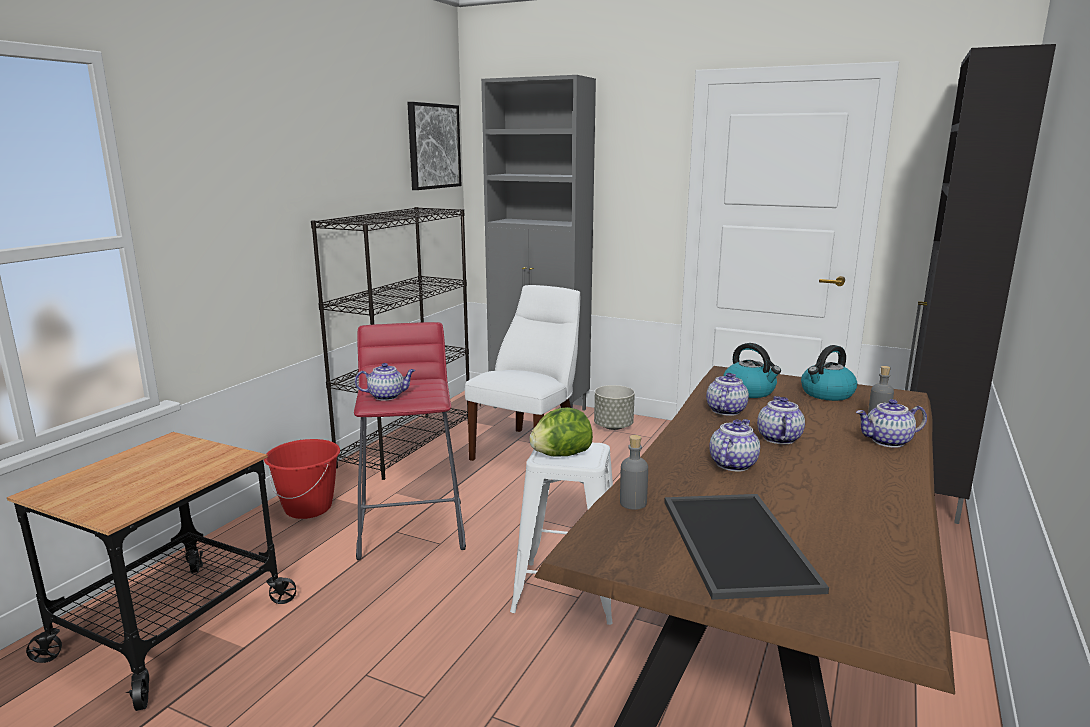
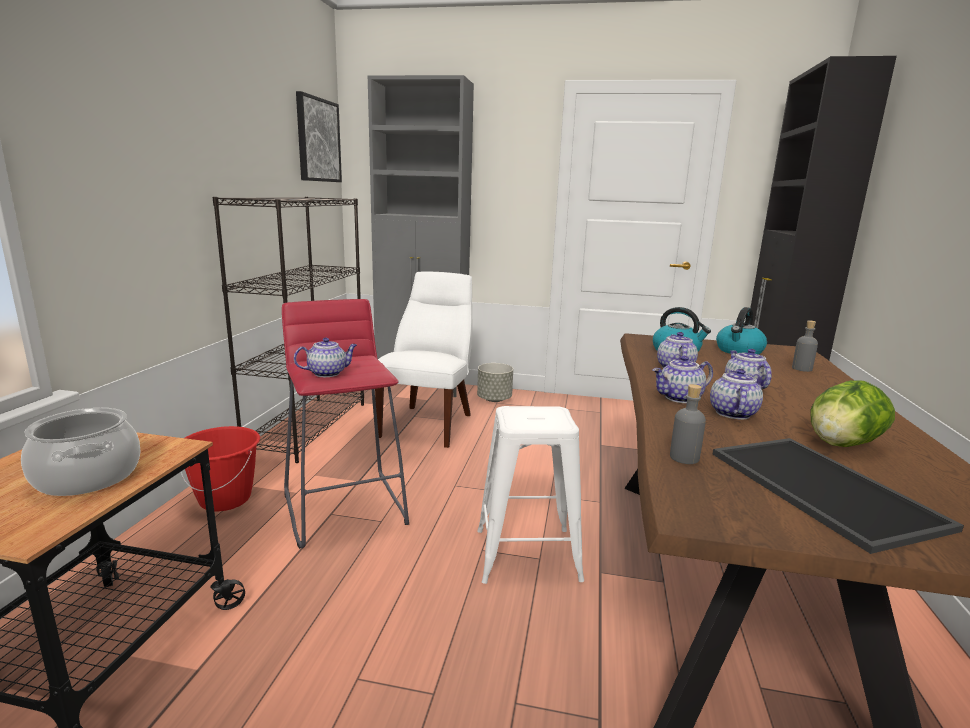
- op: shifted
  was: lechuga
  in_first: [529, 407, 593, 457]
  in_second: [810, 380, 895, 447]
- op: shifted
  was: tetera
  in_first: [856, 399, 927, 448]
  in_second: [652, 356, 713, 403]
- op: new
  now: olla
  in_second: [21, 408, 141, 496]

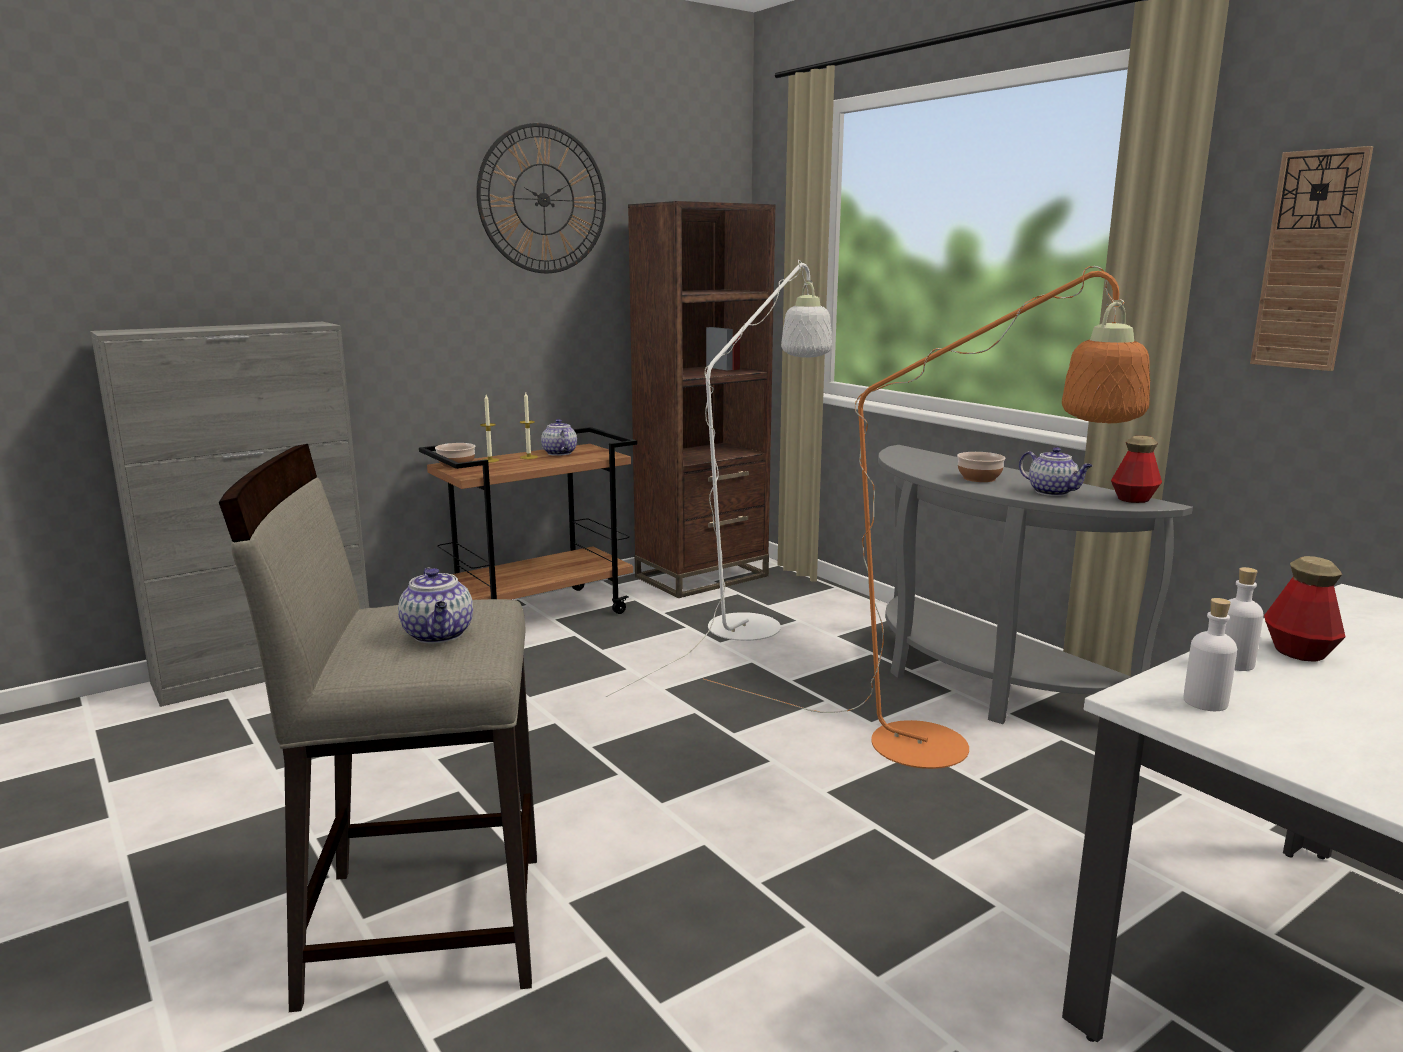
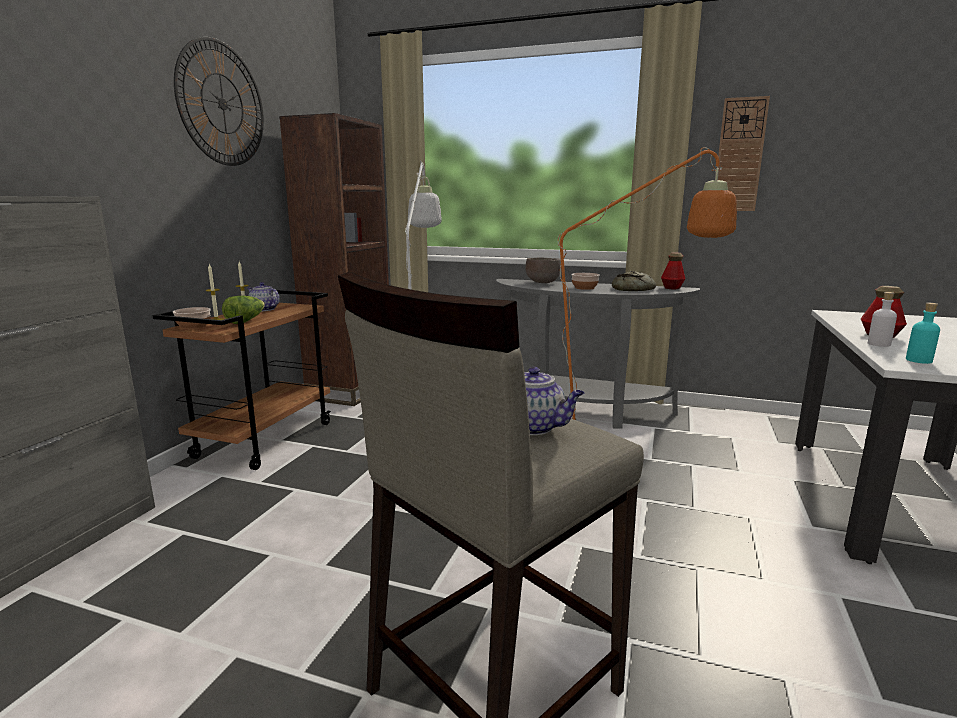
- op: swapped
  was: tetera
  now: pan
  in_first: [1019, 447, 1093, 496]
  in_second: [612, 271, 656, 291]
- op: repainted
  was: botella (blanco)
  now: botella (turquesa)
  in_first: [1183, 598, 1237, 711]
  in_second: [906, 303, 940, 364]
- op: new
  now: lechuga
  in_second: [222, 296, 265, 324]
- op: new
  now: cuenco (marrón)
  in_second: [525, 257, 561, 283]

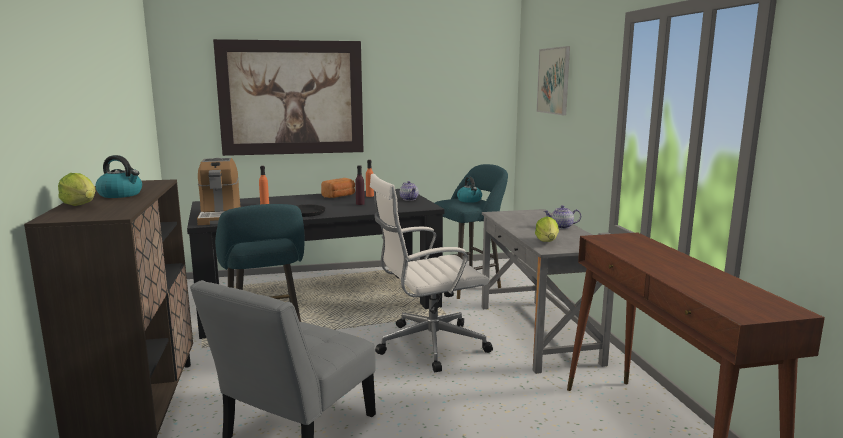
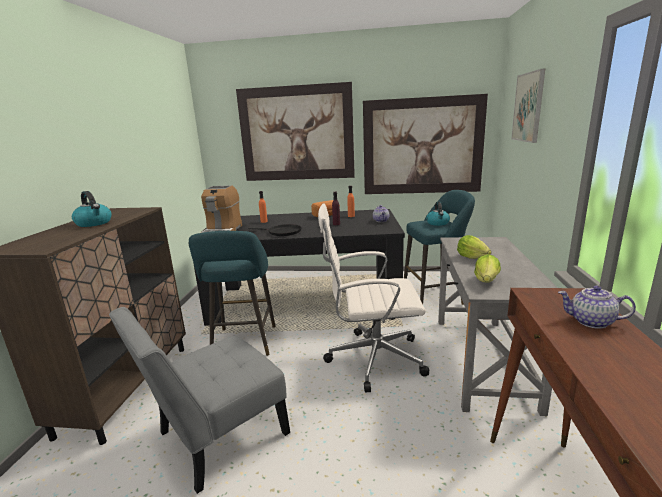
- op: shifted
  was: lechuga
  in_first: [58, 173, 95, 206]
  in_second: [457, 235, 491, 259]
- op: shifted
  was: tetera
  in_first: [544, 205, 581, 229]
  in_second: [558, 286, 636, 329]
- op: new
  now: cuadro
  in_second: [363, 94, 488, 194]

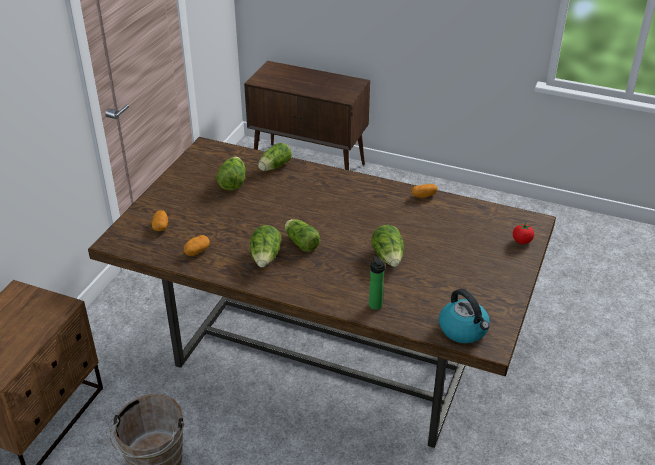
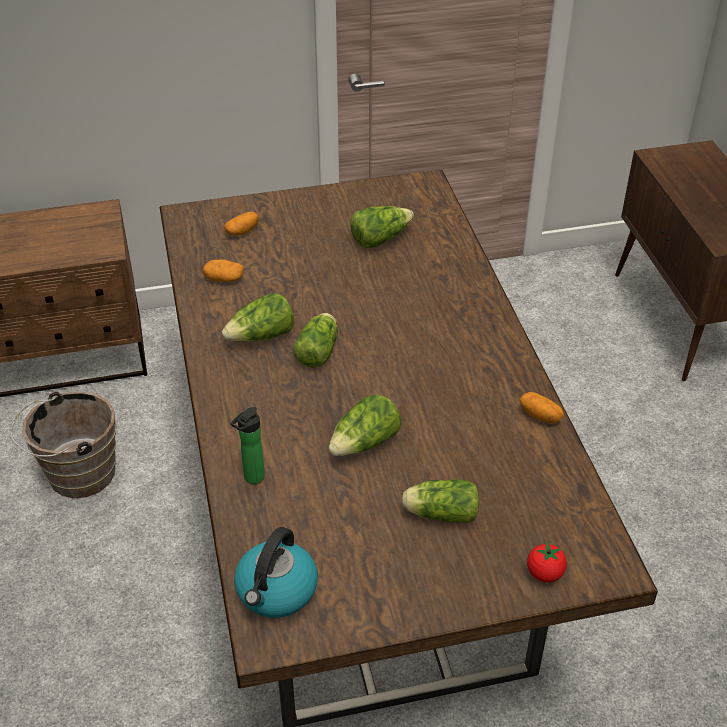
- op: shifted
  was: lechuga
  in_first: [258, 143, 292, 171]
  in_second: [402, 479, 479, 523]

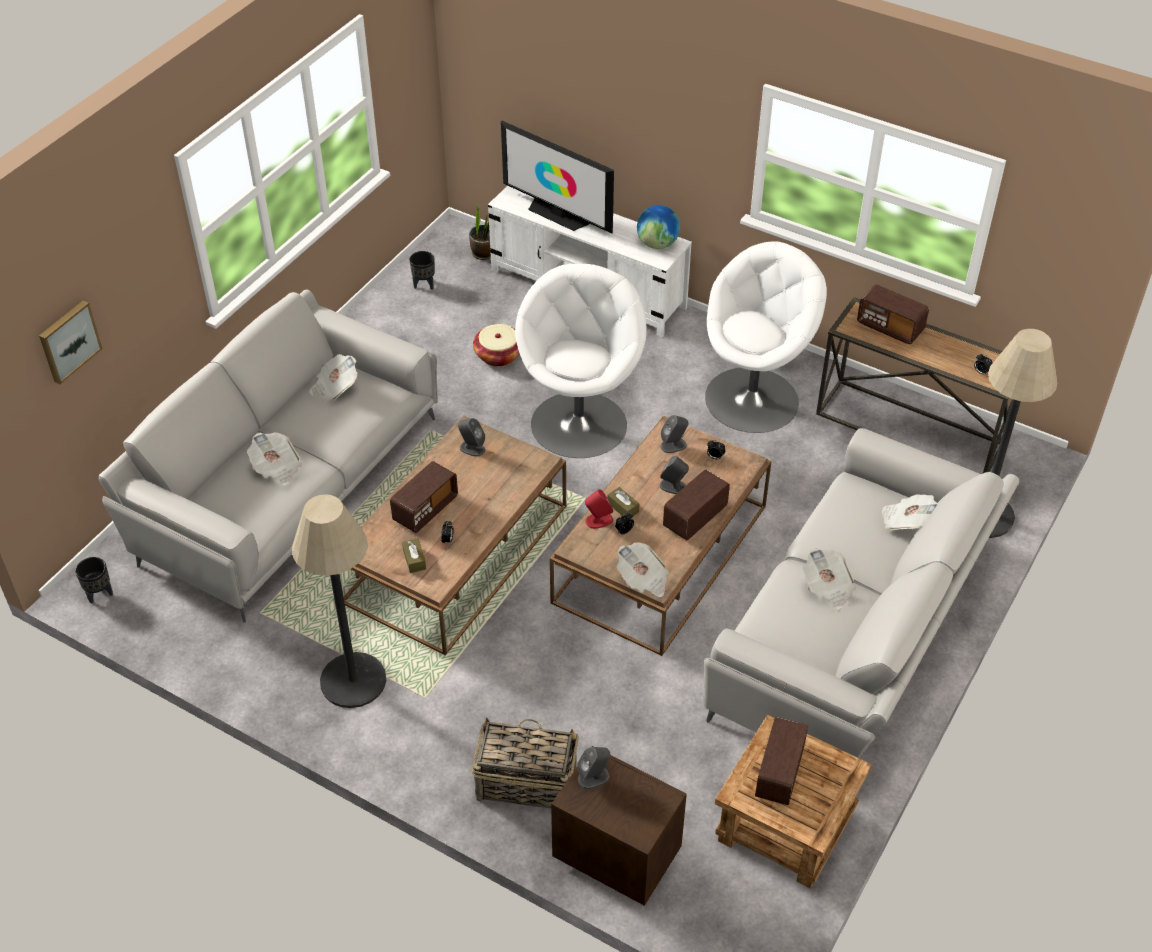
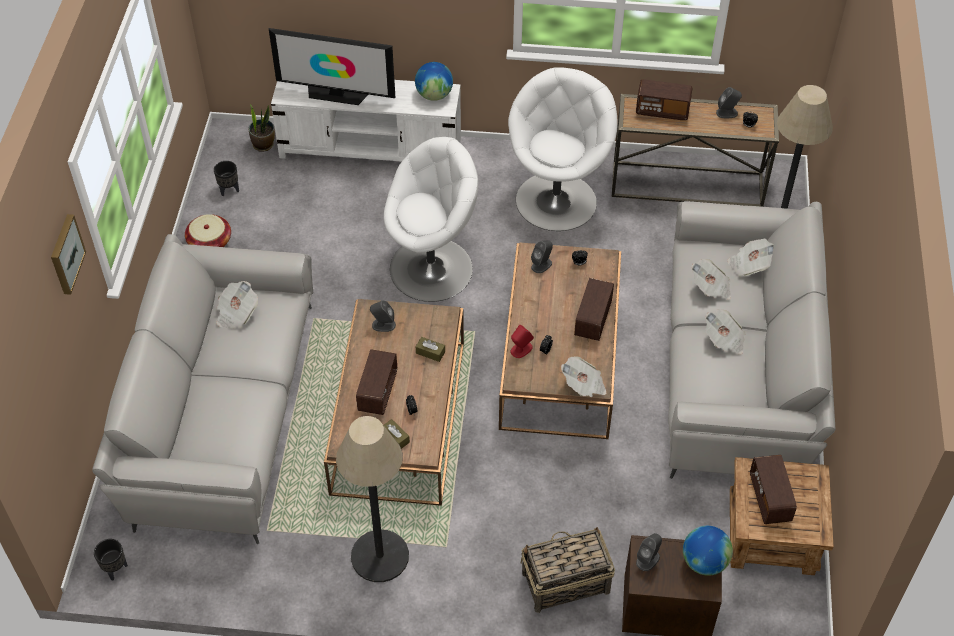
- op: shifted
  was: cuadro
  in_first: [39, 300, 102, 384]
  in_second: [51, 214, 86, 295]
- op: shifted
  was: periódico
  in_first: [247, 432, 302, 486]
  in_second: [691, 259, 731, 300]
- op: shifted
  was: cesta
  in_first: [473, 324, 520, 366]
  in_second: [185, 214, 231, 247]
- op: rotated
  was: sillón (blanco)
  in_first: [515, 264, 647, 458]
  in_second: [384, 137, 478, 302]
  clockwise: 75
- op: shifted
  was: caja de pañuelos (marrón)
  in_first: [607, 487, 640, 516]
  in_second: [416, 337, 445, 362]
- op: shifted
  was: altavoz (gris)
  in_first: [660, 455, 689, 494]
  in_second: [716, 87, 742, 118]
- op: new
  now: globo terráqueo
  in_second: [683, 526, 733, 576]

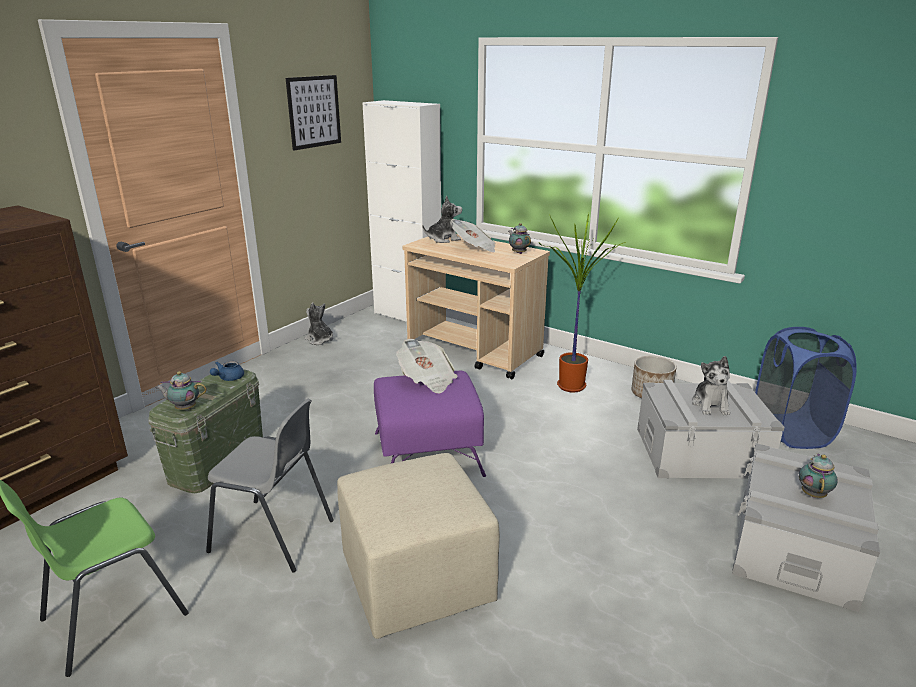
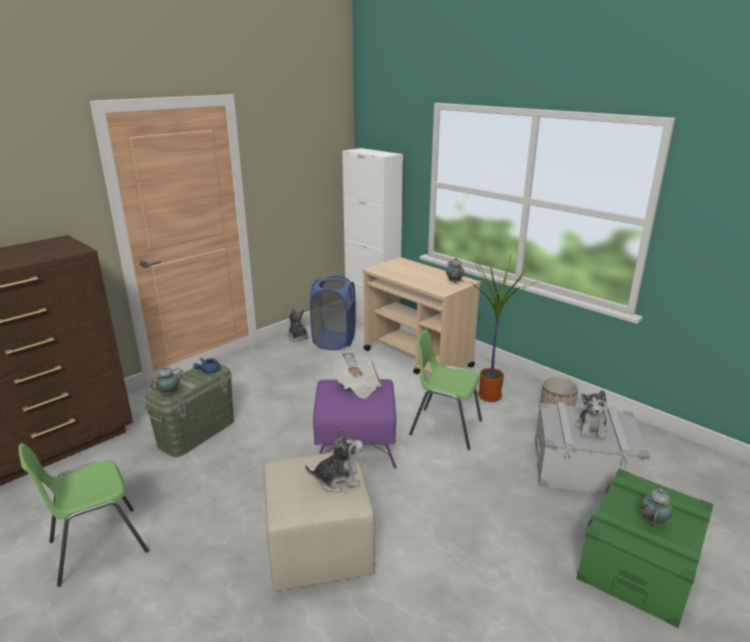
- op: rotated
  was: tetera
  in_first: [155, 371, 207, 410]
  in_second: [150, 366, 184, 395]
  clockwise: 120
- op: gone
  was: silla (gris)
  in_first: [206, 399, 334, 572]
- op: gone
  was: cuadro
  in_first: [286, 75, 341, 150]
- op: shifted
  was: peluche
  in_first: [422, 196, 462, 243]
  in_second: [305, 428, 363, 492]
- op: gone
  was: periódico
  in_first: [451, 219, 496, 253]
- op: repainted
  was: caja de almacenaje (gris)
  now: caja de almacenaje (verde)
  in_first: [732, 443, 880, 612]
  in_second: [576, 469, 713, 628]
- op: shifted
  was: cesto de la ropa (azul)
  in_first: [755, 327, 857, 449]
  in_second: [310, 276, 356, 350]
- op: new
  now: silla (verde)
  in_second: [409, 330, 482, 450]

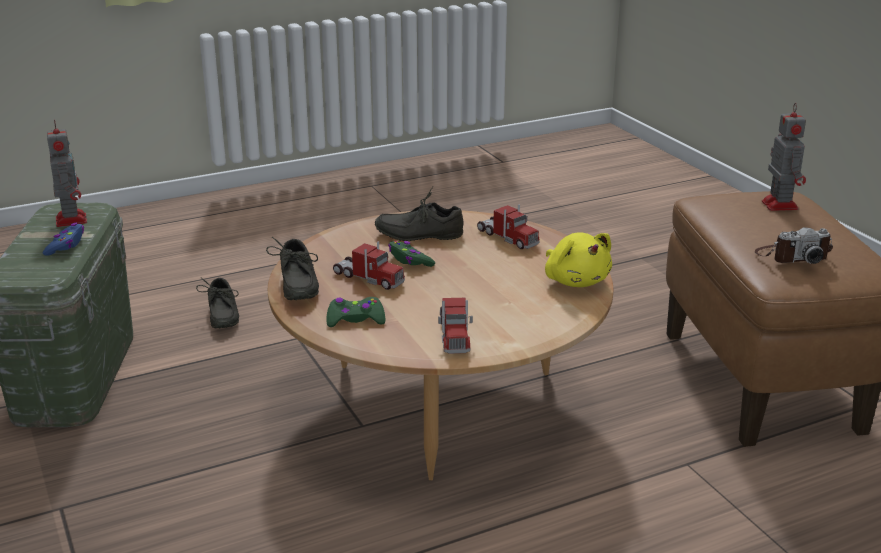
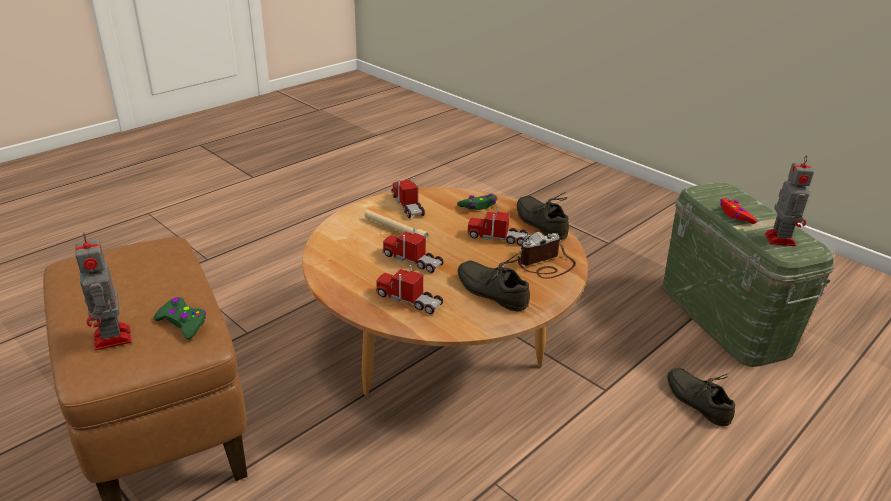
- op: repainted
  was: mando de consola (azul)
  now: mando de consola (rojo)
  in_first: [43, 223, 84, 256]
  in_second: [720, 198, 757, 224]
- op: rotated
  was: robot de juguete
  in_first: [47, 120, 87, 227]
  in_second: [765, 155, 814, 246]
  clockwise: -135
- op: rotated
  was: zapato (gris)
  in_first: [375, 187, 464, 241]
  in_second: [457, 254, 530, 312]
  clockwise: -120
- op: shifted
  was: mando de consola (verde)
  in_first: [388, 241, 435, 267]
  in_second: [154, 297, 206, 340]
- op: gone
  was: peluche (amarillo)
  in_first: [545, 232, 612, 287]
- op: shifted
  was: cámara
  in_first: [755, 227, 833, 264]
  in_second: [517, 232, 576, 279]
- op: new
  now: linterna (beis)
  in_second: [365, 210, 428, 241]
- op: new
  now: camión de juguete
  in_second: [382, 227, 444, 273]

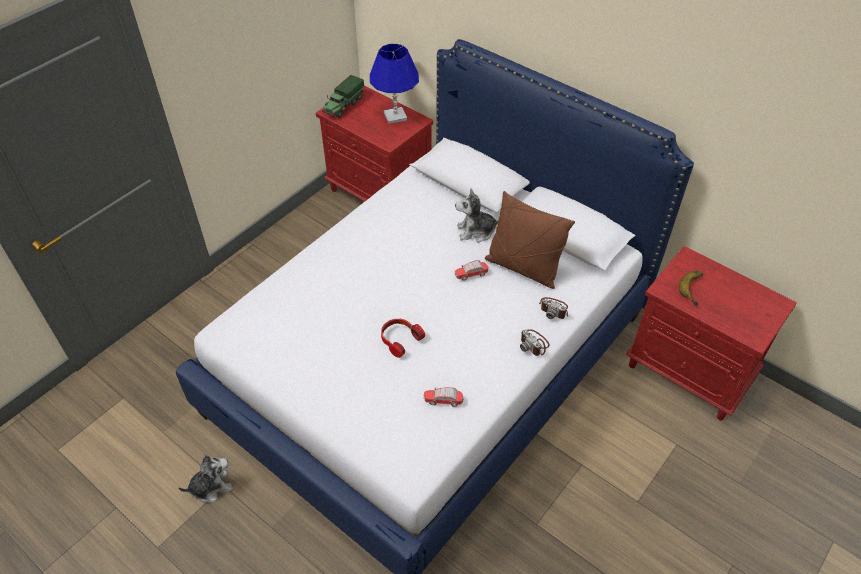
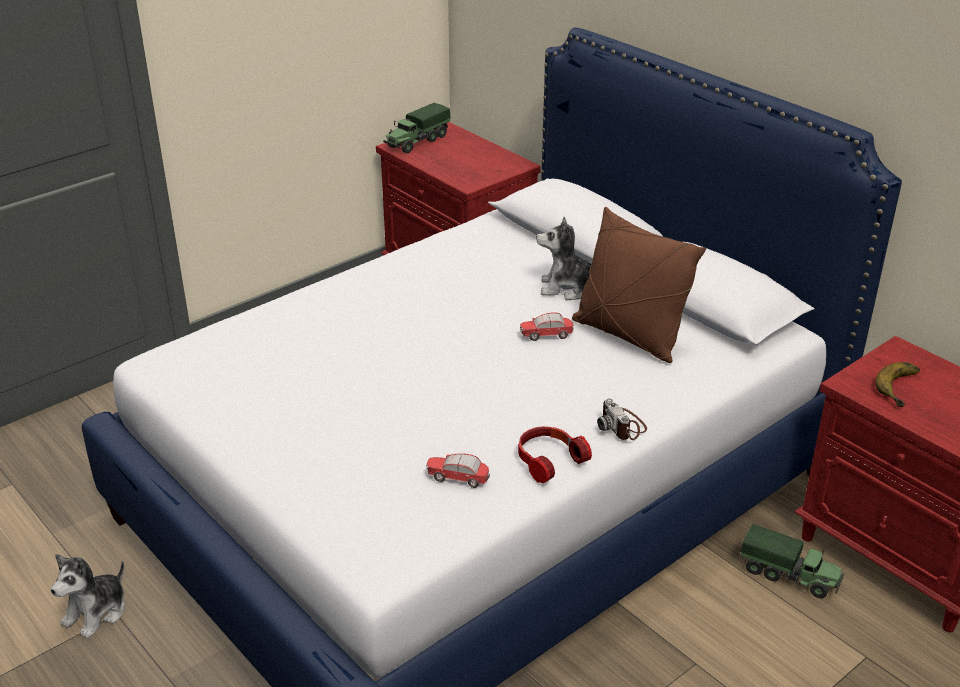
- op: rotated
  was: peluche
  in_first: [178, 455, 233, 503]
  in_second: [51, 554, 125, 639]
  clockwise: 135
- op: gone
  was: lámpara de mesa (azul)
  in_first: [370, 44, 419, 124]
- op: shifted
  was: auriculares
  in_first: [381, 319, 425, 358]
  in_second: [518, 426, 592, 484]
- op: gone
  was: cámara
  in_first: [540, 297, 568, 319]
- op: new
  now: camión de juguete
  in_second: [741, 524, 845, 598]

